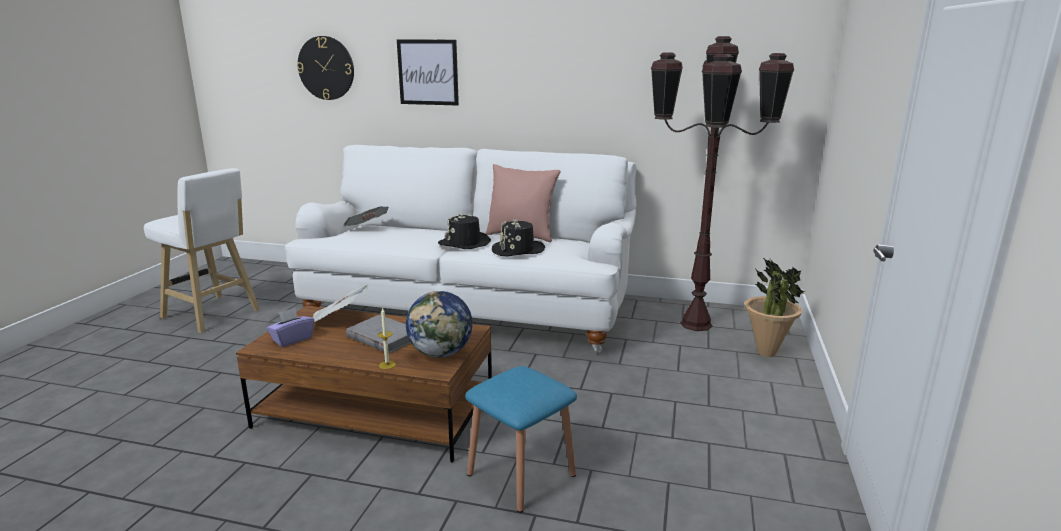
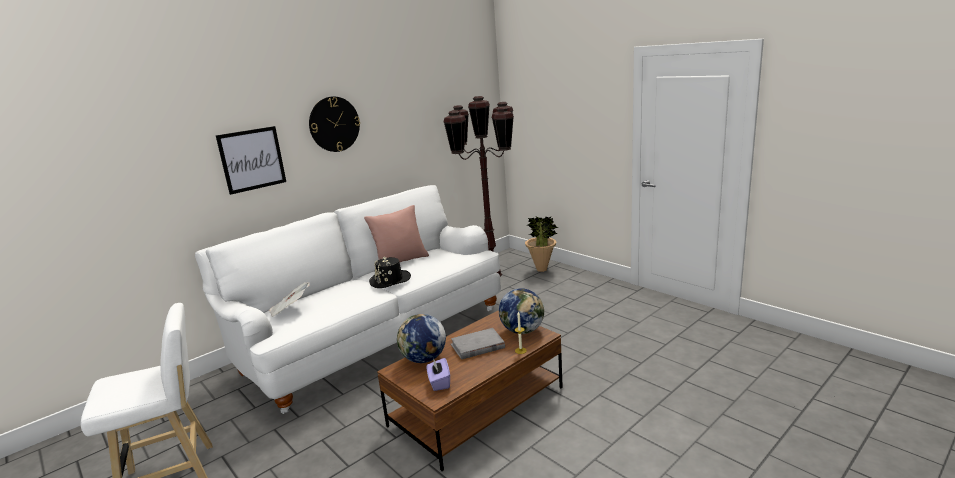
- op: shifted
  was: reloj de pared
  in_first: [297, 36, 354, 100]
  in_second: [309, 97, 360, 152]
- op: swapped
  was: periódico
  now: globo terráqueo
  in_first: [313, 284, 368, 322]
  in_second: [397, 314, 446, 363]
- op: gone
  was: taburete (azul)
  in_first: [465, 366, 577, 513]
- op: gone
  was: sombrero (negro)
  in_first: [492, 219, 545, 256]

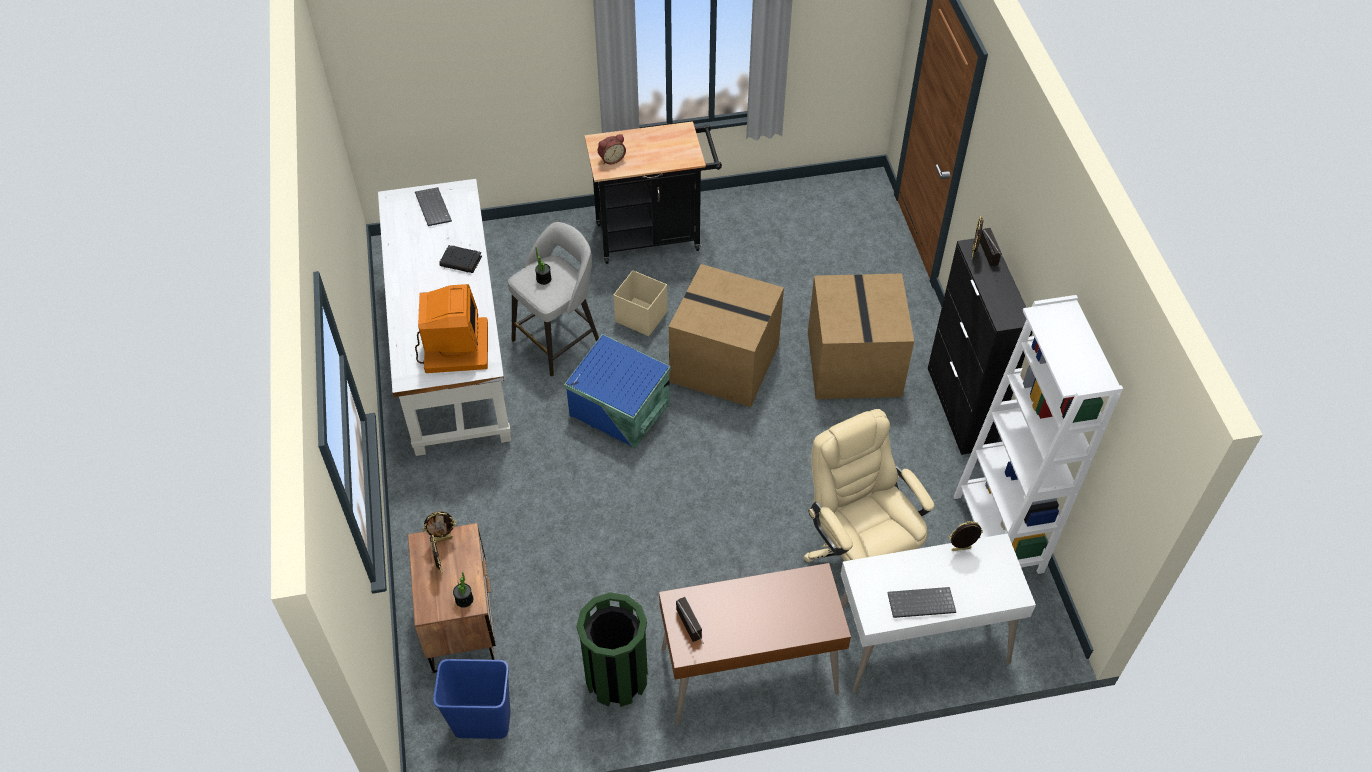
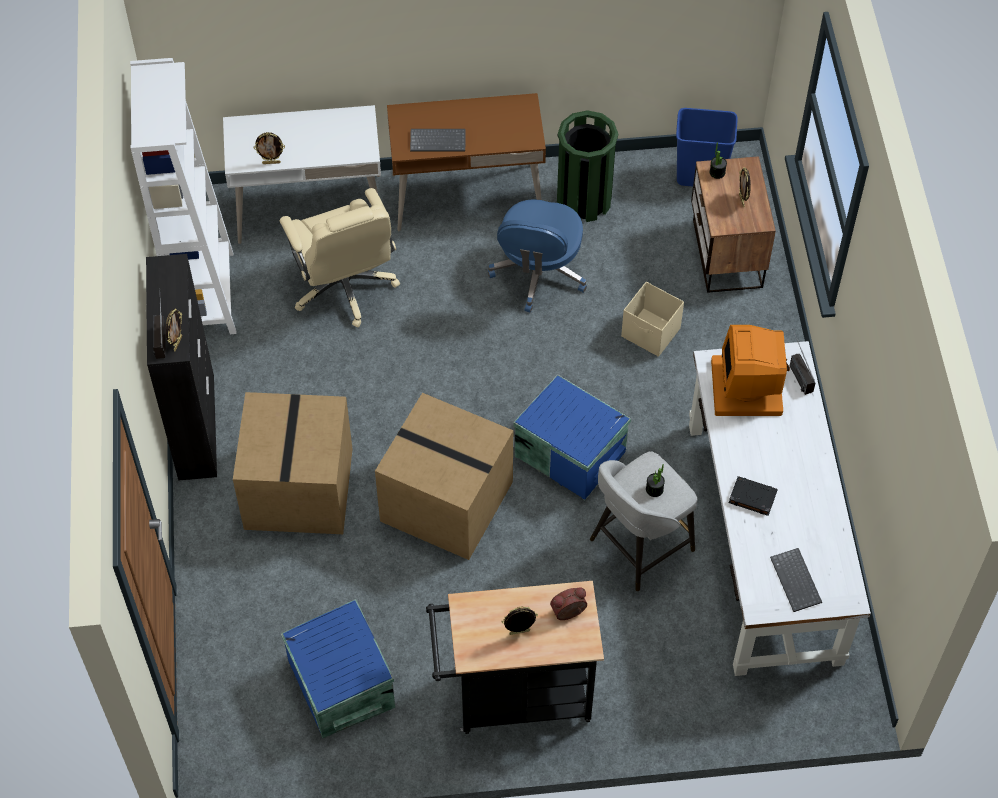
- op: shifted
  was: portarretratos
  in_first: [422, 511, 457, 542]
  in_second: [502, 606, 538, 635]
- op: shifted
  was: caja de almacenaje (beis)
  in_first: [613, 270, 668, 336]
  in_second: [621, 282, 684, 357]
- op: shifted
  was: radio
  in_first: [676, 597, 704, 644]
  in_second: [790, 329, 815, 395]
- op: shifted
  was: teclado
  in_first: [888, 587, 956, 618]
  in_second: [410, 129, 466, 152]
- op: new
  now: caja de almacenaje (azul)
  in_second: [281, 599, 395, 738]
- op: new
  now: silla de oficina (azul)
  in_second: [488, 199, 587, 313]

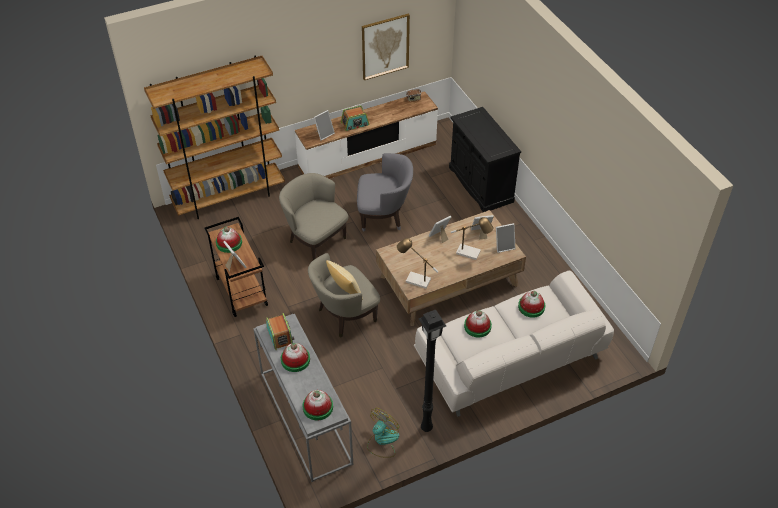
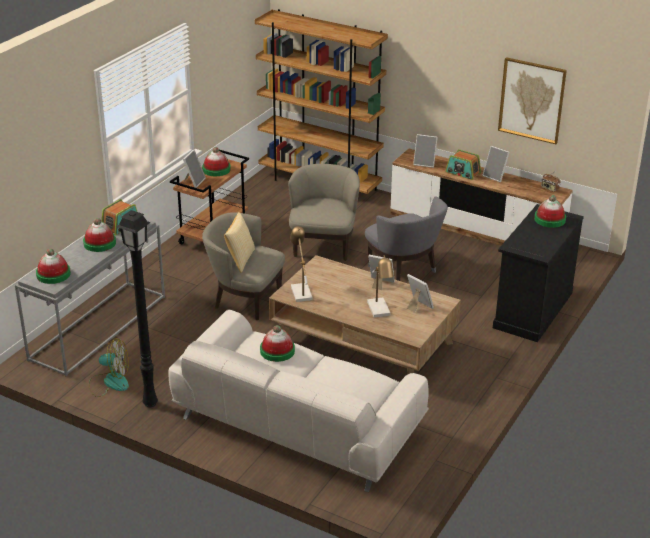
- op: shifted
  was: portarretratos
  in_first: [496, 223, 515, 253]
  in_second: [482, 146, 510, 182]
- op: shifted
  was: sombrero
  in_first: [518, 291, 545, 318]
  in_second: [534, 195, 566, 228]

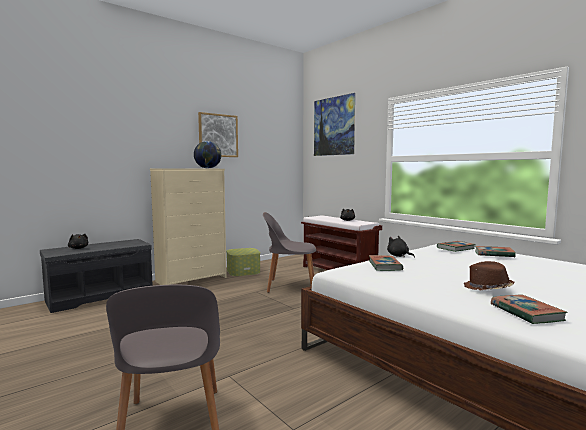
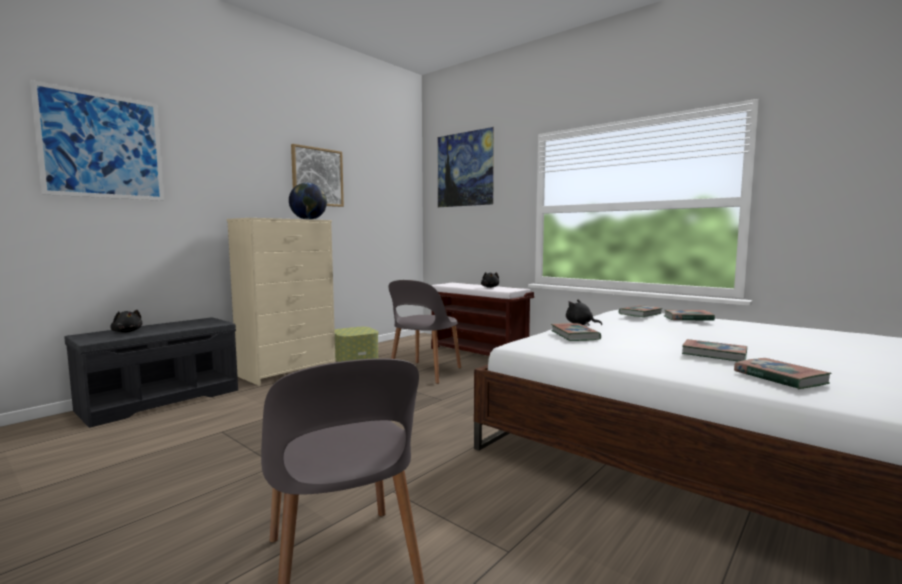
- op: rotated
  was: silla (gris)
  in_first: [263, 212, 316, 293]
  in_second: [389, 280, 461, 384]
  clockwise: -60
- op: swapped
  was: sombrero (marrón)
  now: libro
  in_first: [464, 261, 514, 291]
  in_second: [682, 339, 747, 362]
- op: new
  now: cuadro
  in_second: [30, 80, 164, 201]

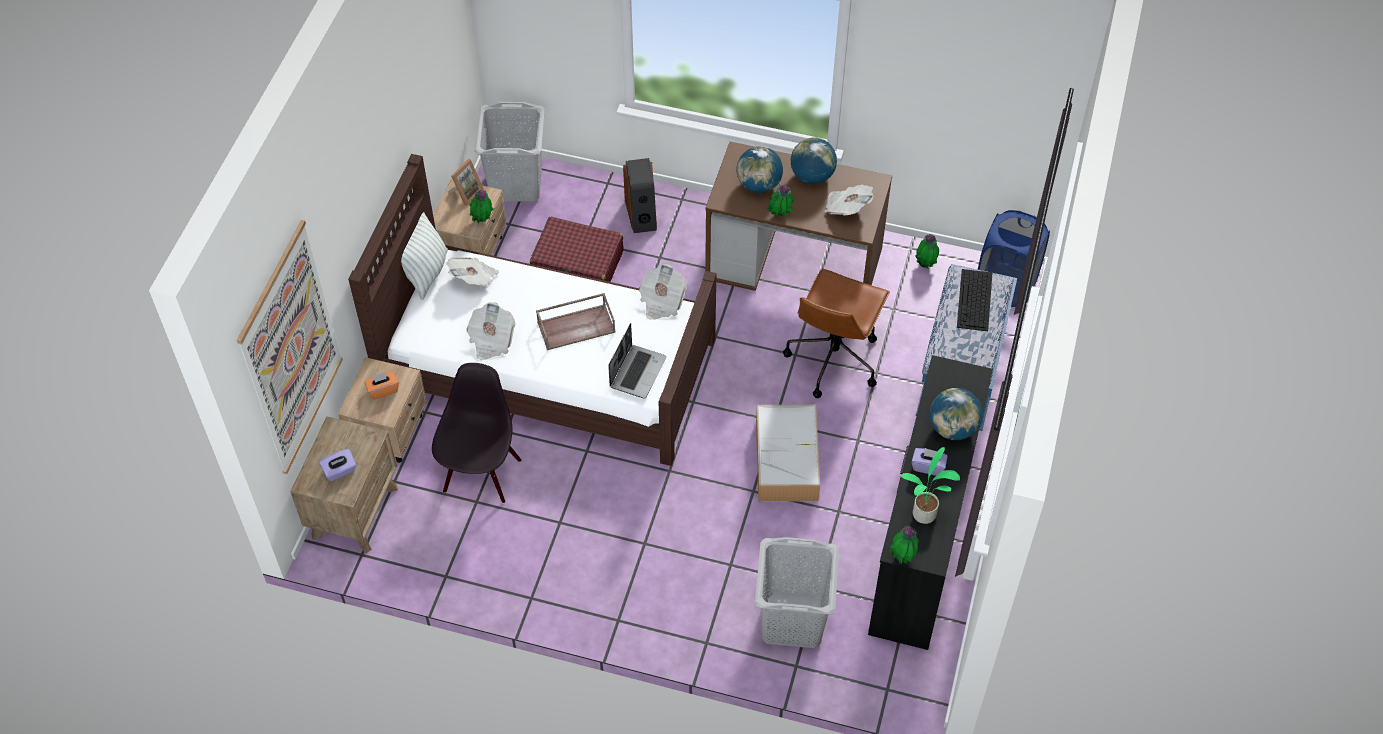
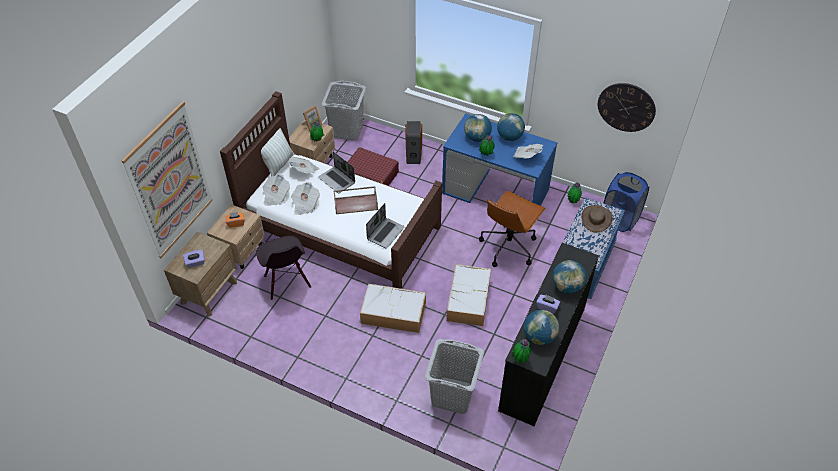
- op: rotated
  was: silla (negro)
  in_first: [432, 363, 521, 503]
  in_second: [256, 236, 311, 300]
  clockwise: 135
- op: shifted
  was: periódico
  in_first: [639, 264, 687, 320]
  in_second: [262, 174, 290, 206]
- op: repainted
  was: escritorio (marrón)
  now: escritorio (azul)
  in_first: [705, 142, 892, 291]
  in_second: [442, 113, 558, 206]
- op: swapped
  was: planta en maceta
  now: globo terráqueo
  in_first: [901, 447, 960, 524]
  in_second: [524, 310, 559, 345]
- op: swapped
  was: teclado
  now: sombrero (marrón)
  in_first: [957, 269, 992, 331]
  in_second: [581, 205, 613, 232]
- op: new
  now: portátil
  in_second: [318, 152, 355, 193]
- op: new
  now: caja de almacenaje
  in_second: [360, 284, 426, 333]
- op: new
  now: reloj de pared
  in_second: [598, 83, 656, 132]

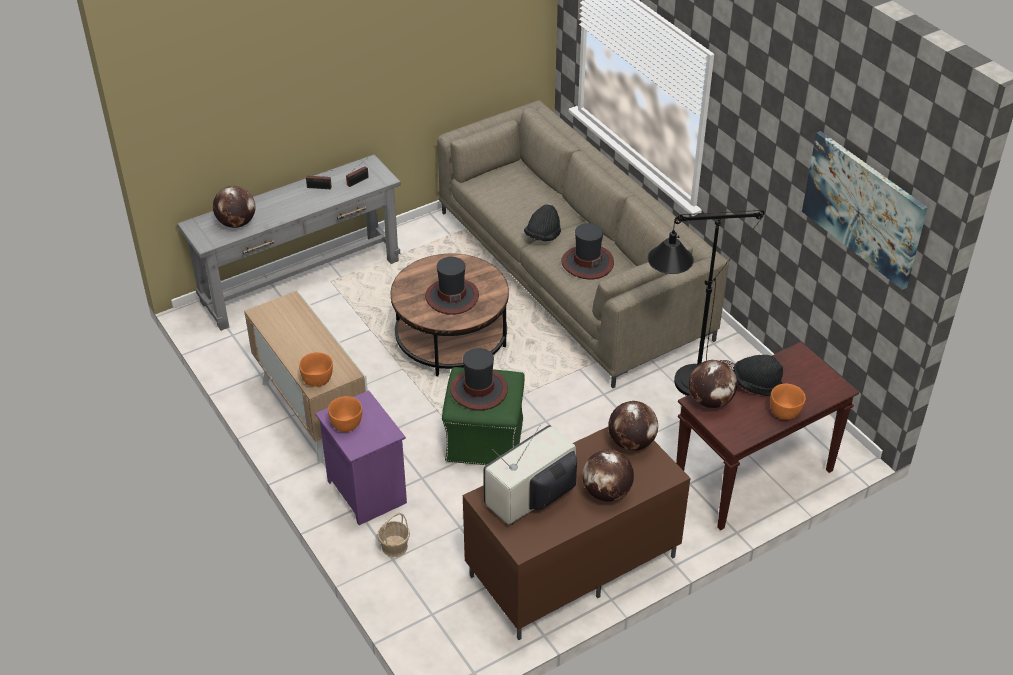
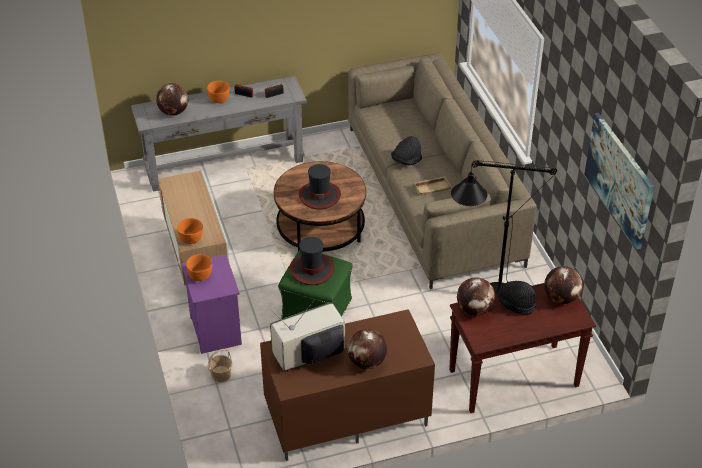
- op: swapped
  was: sombrero
  now: bandeja (beis)
  in_first: [561, 223, 614, 280]
  in_second: [414, 176, 452, 195]
- op: shifted
  was: globo terráqueo
  in_first: [608, 401, 658, 451]
  in_second: [544, 266, 583, 304]
- op: shifted
  was: cuenco (naranja)
  in_first: [770, 384, 806, 420]
  in_second: [207, 81, 230, 103]

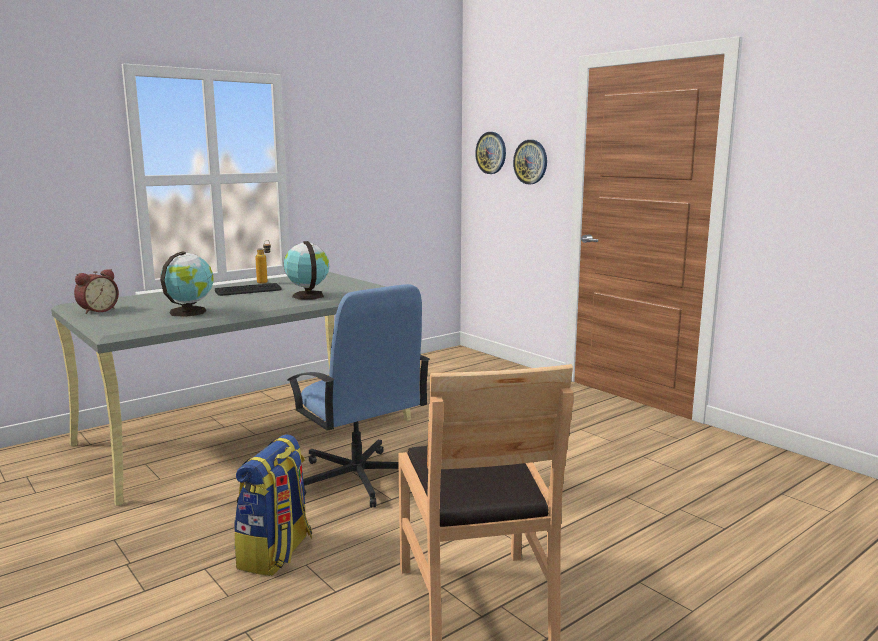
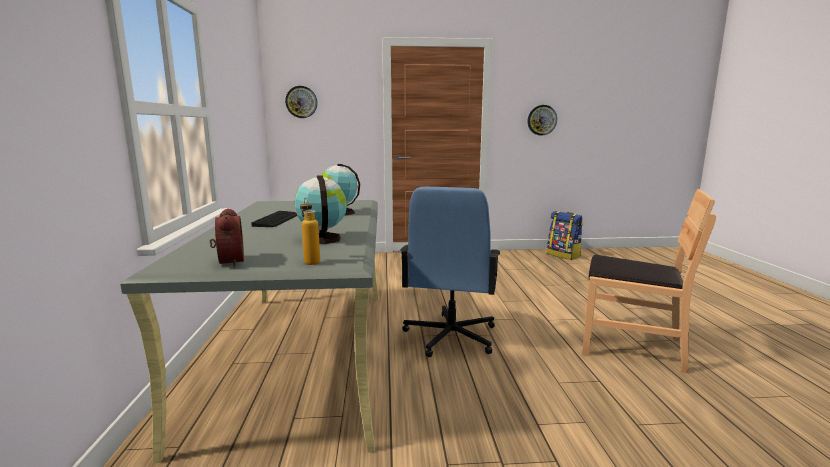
- op: shifted
  was: mochila
  in_first: [234, 434, 312, 576]
  in_second: [547, 211, 583, 260]
- op: shifted
  was: botella
  in_first: [255, 240, 271, 284]
  in_second: [300, 197, 320, 265]
- op: rotated
  was: silla de oficina (azul)
  in_first: [287, 284, 430, 508]
  in_second: [400, 187, 500, 357]
  clockwise: 105
- op: shifted
  was: reloj de pared
  in_first: [513, 140, 547, 184]
  in_second: [527, 105, 557, 136]

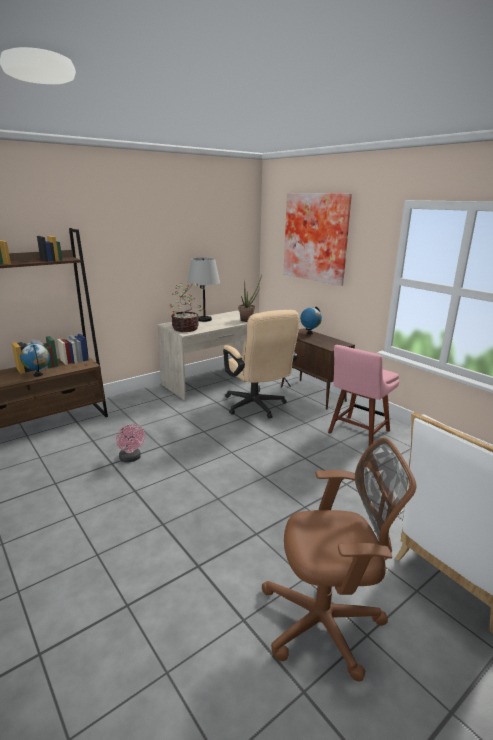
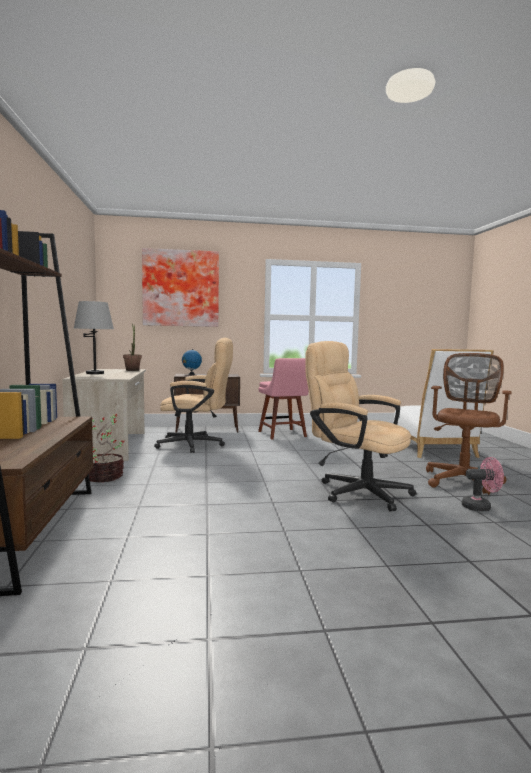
- op: gone
  was: globo terráqueo
  in_first: [20, 344, 50, 377]
- op: shifted
  was: ventilador (rosa)
  in_first: [116, 424, 145, 463]
  in_second: [462, 457, 504, 511]
- op: shifted
  was: planta en maceta
  in_first: [170, 283, 203, 332]
  in_second: [89, 414, 124, 482]
- op: new
  now: silla de oficina (beis)
  in_second: [305, 341, 417, 511]

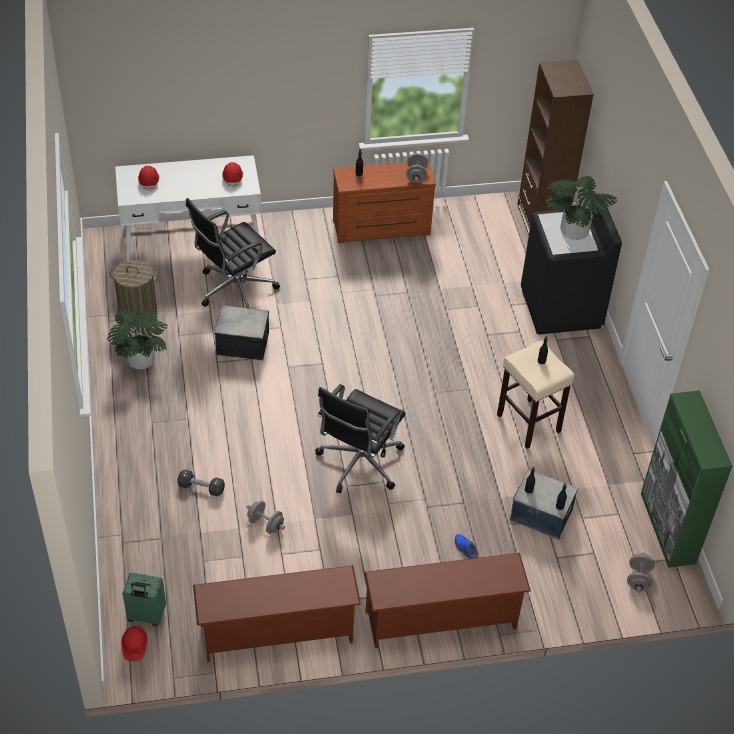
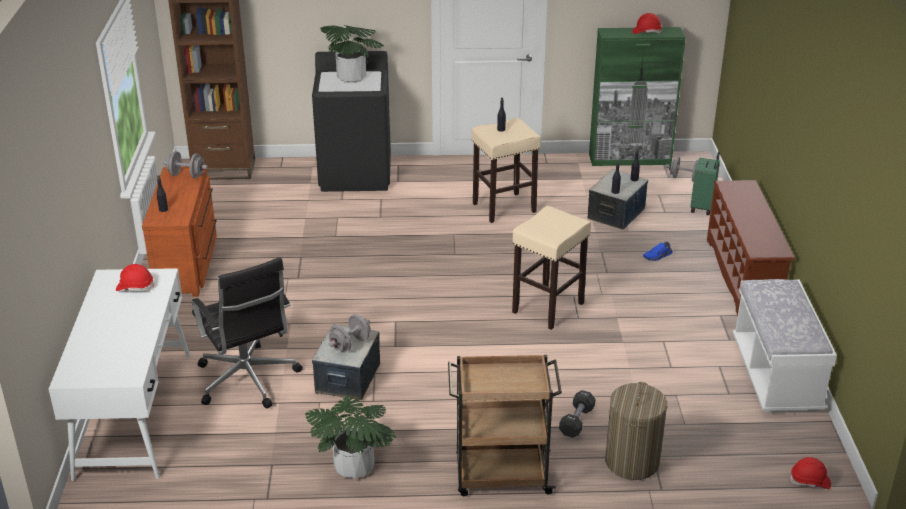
- op: shifted
  was: cesto de la ropa
  in_first: [109, 260, 158, 326]
  in_second: [605, 382, 667, 480]
- op: shifted
  was: maleta (verde)
  in_first: [123, 572, 166, 626]
  in_second: [690, 152, 720, 215]
- op: shifted
  was: casco (rojo)
  in_first: [138, 166, 159, 191]
  in_second: [632, 13, 662, 34]
- op: swapped
  was: zapatero (marrón)
  now: banco (blanco)
  in_first: [193, 565, 361, 662]
  in_second: [733, 279, 837, 412]
- op: shifted
  was: mancuerna (gris)
  in_first: [246, 501, 285, 534]
  in_second: [329, 314, 370, 352]
- op: swapped
  was: silla de oficina (negro)
  now: taburete (beis)
  in_first: [315, 384, 406, 493]
  in_second: [512, 206, 591, 330]
- op: new
  now: carrito (marrón)
  in_second: [448, 355, 562, 496]

